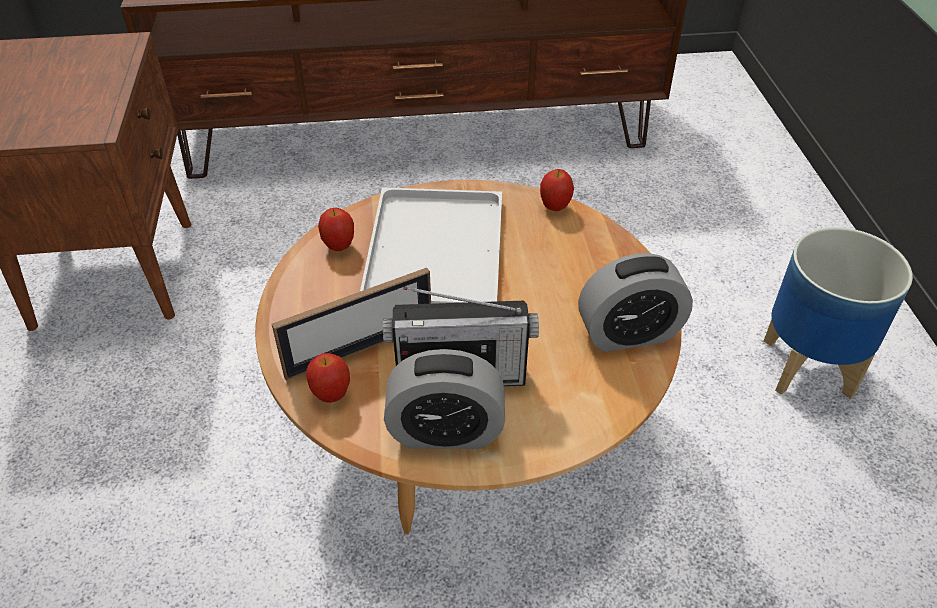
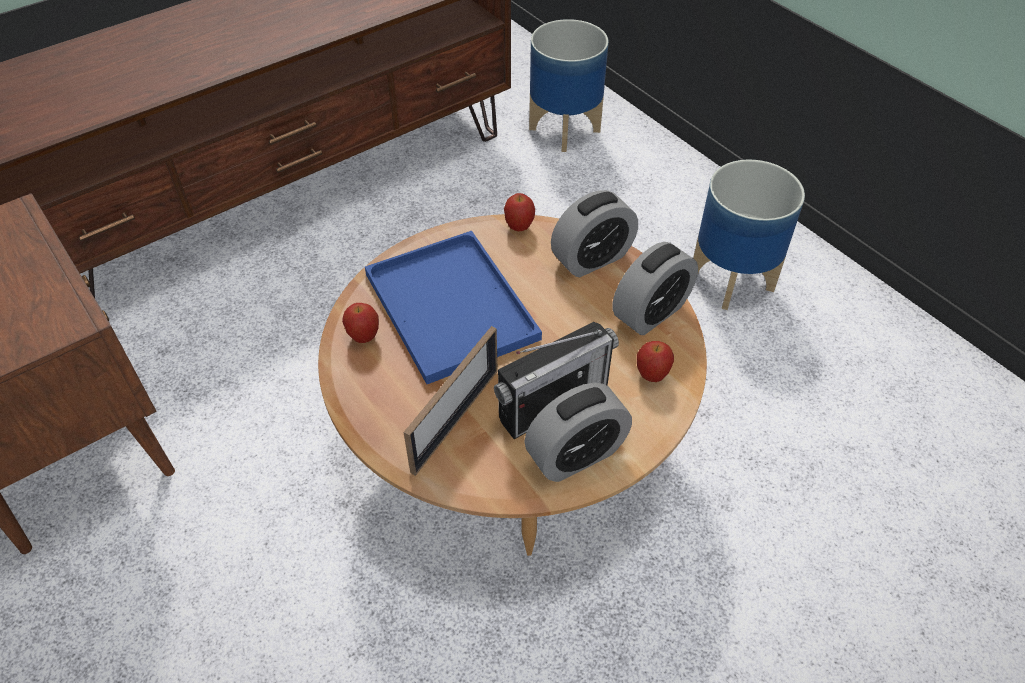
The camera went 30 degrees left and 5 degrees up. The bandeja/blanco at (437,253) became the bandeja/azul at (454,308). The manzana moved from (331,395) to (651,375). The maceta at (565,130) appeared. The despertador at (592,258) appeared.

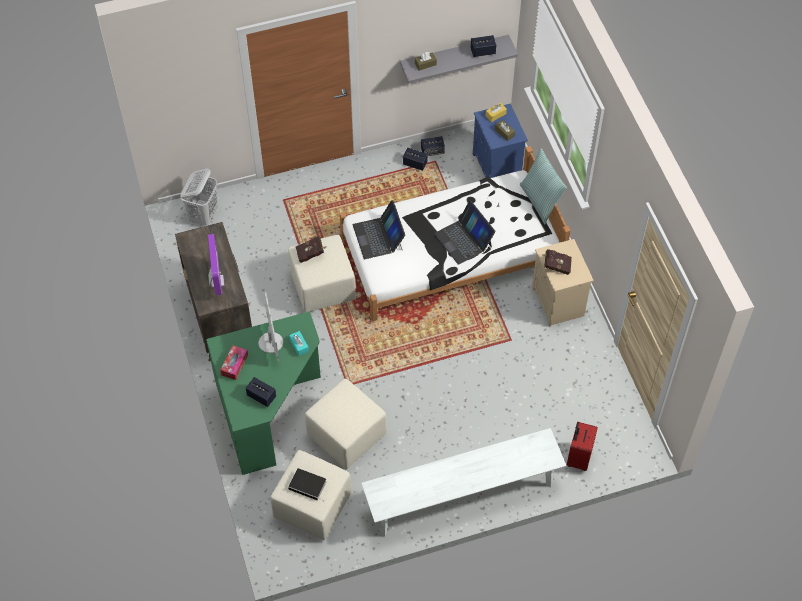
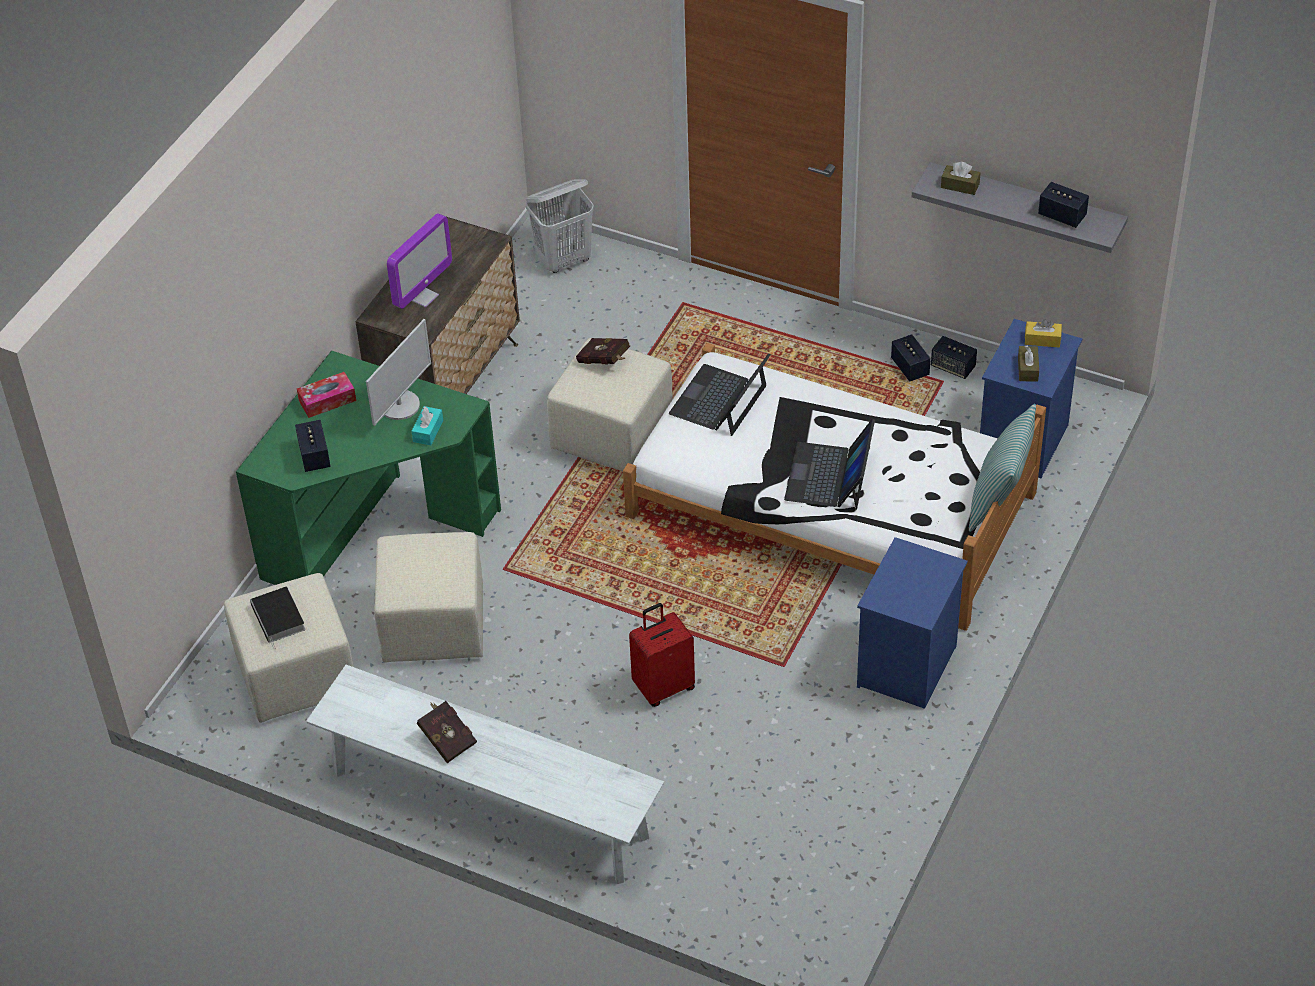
The camera went 45 degrees right and 10 degrees down. The mesita de noche/beis at (559,303) became the mesita de noche/azul at (908,667). The libro/rojo moved from (556,265) to (447,739). The maleta/rojo moved from (578,457) to (663,686).

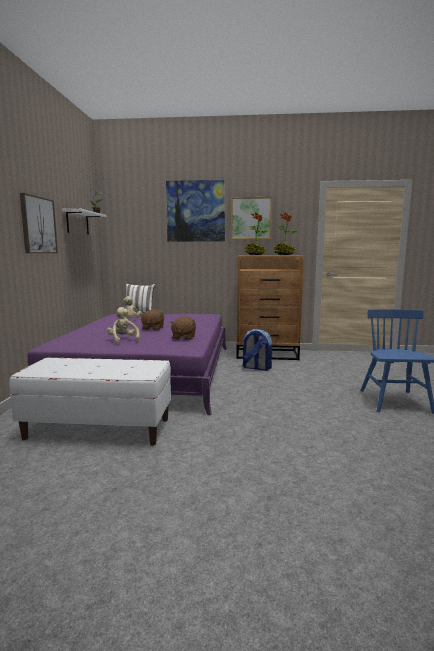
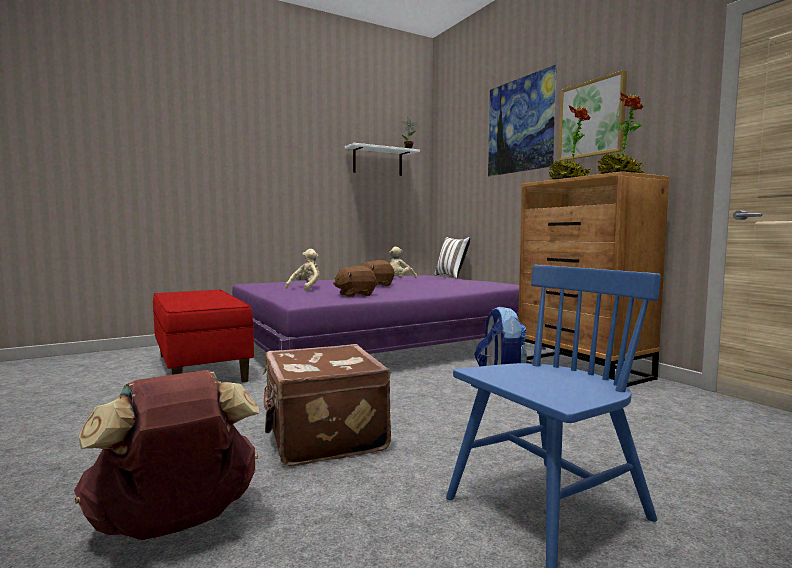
The camera went 55 degrees right and 5 degrees down. The cuadro at (38,225) disappeared. The banco/blanco at (99,428) became the banco/rojo at (201,367). The maleta/marrón at (322,437) appeared. The mochila/marrón at (176,524) appeared.

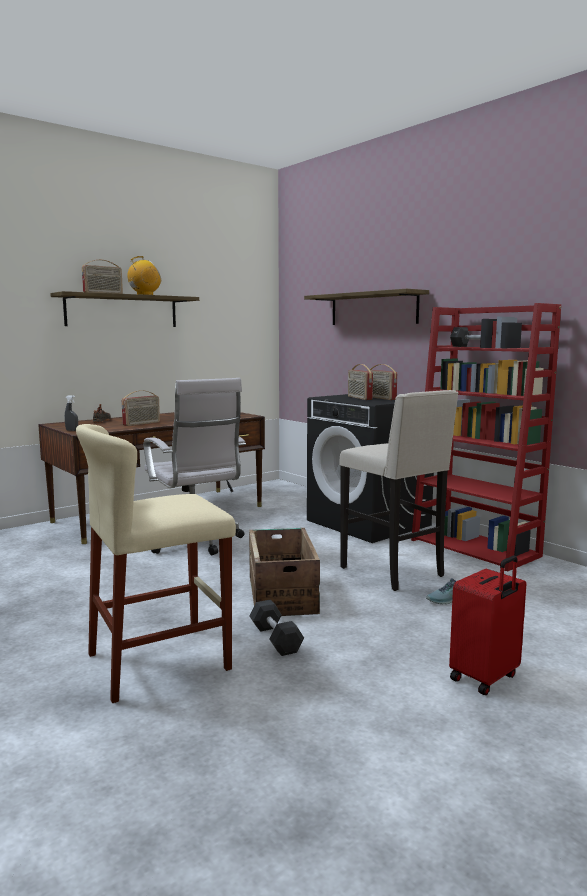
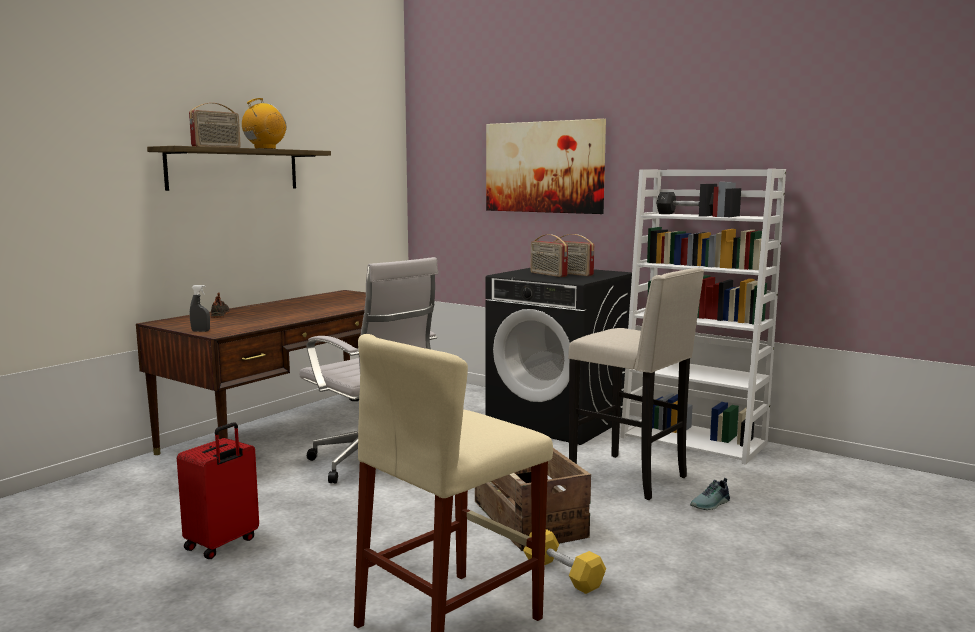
The camera went 15 degrees left and 0 degrees up. The estante at (373,309) was replaced by the cuadro at (544,167). The estantería/rojo at (476,548) became the estantería/blanco at (694,440). The radio at (142,424) disappeared. The maleta/rojo moved from (485,678) to (222,544). The mancuerna/negro at (275,639) became the mancuerna/amarillo at (563,574).

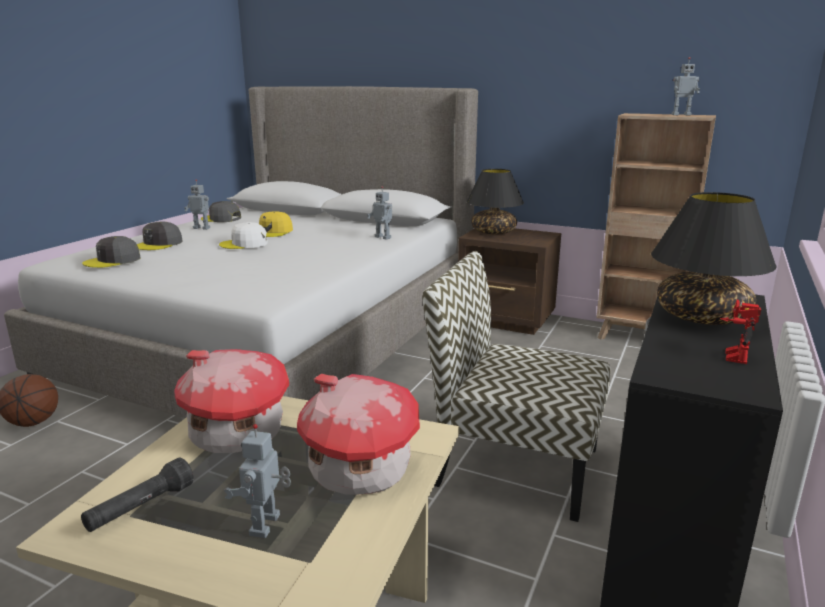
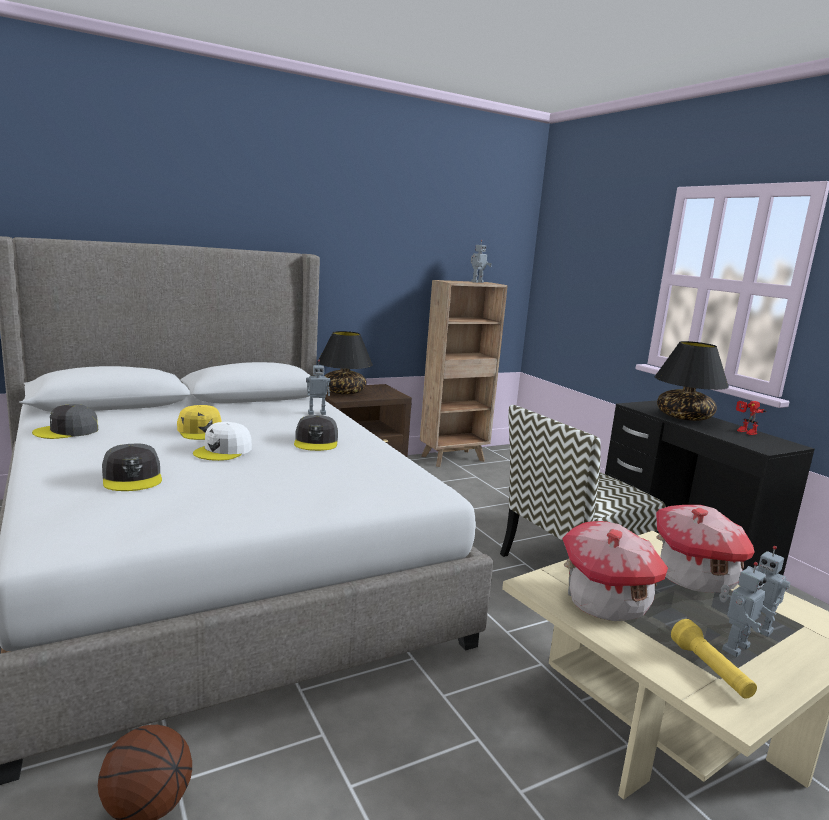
The camera went 55 degrees left and 5 degrees down. The robot de juguete moved from (202,228) to (734,647). The gorra/gris moved from (113,260) to (316,442). The linterna/negro at (140,508) became the linterna/amarillo at (710,670).

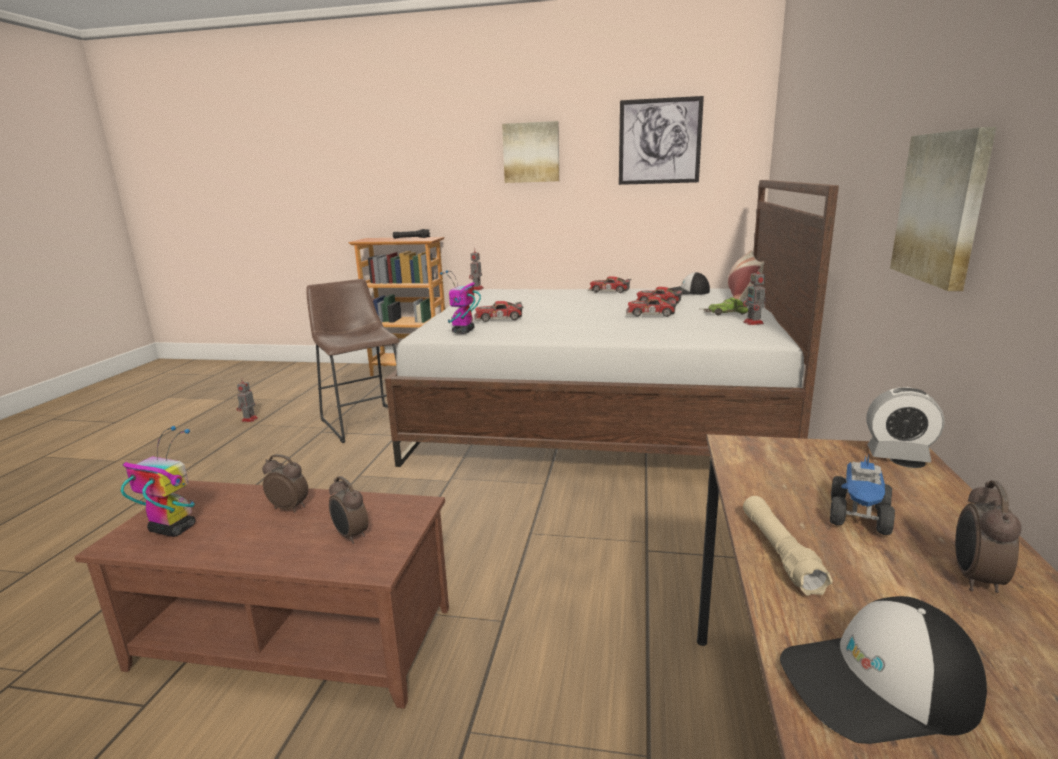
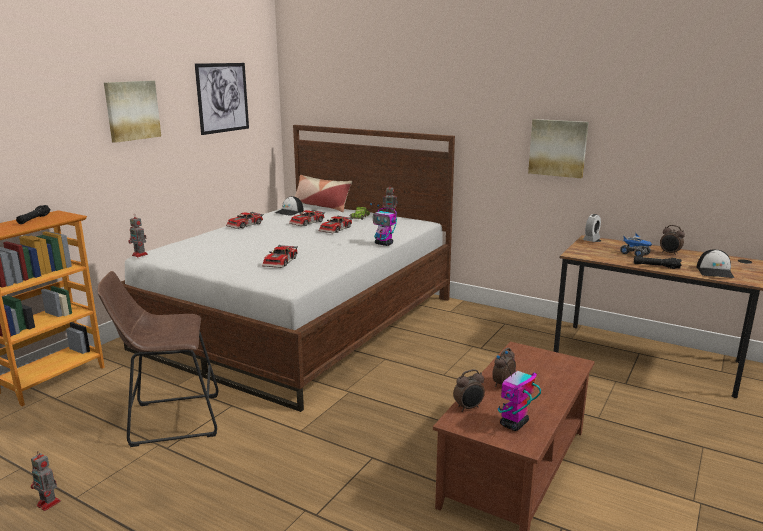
The camera went 70 degrees left and 0 degrees up. The robot de juguete moved from (463,331) to (384,244). The despertador moved from (350,536) to (468,408). The linterna/beis at (779,553) became the linterna/negro at (656,266).

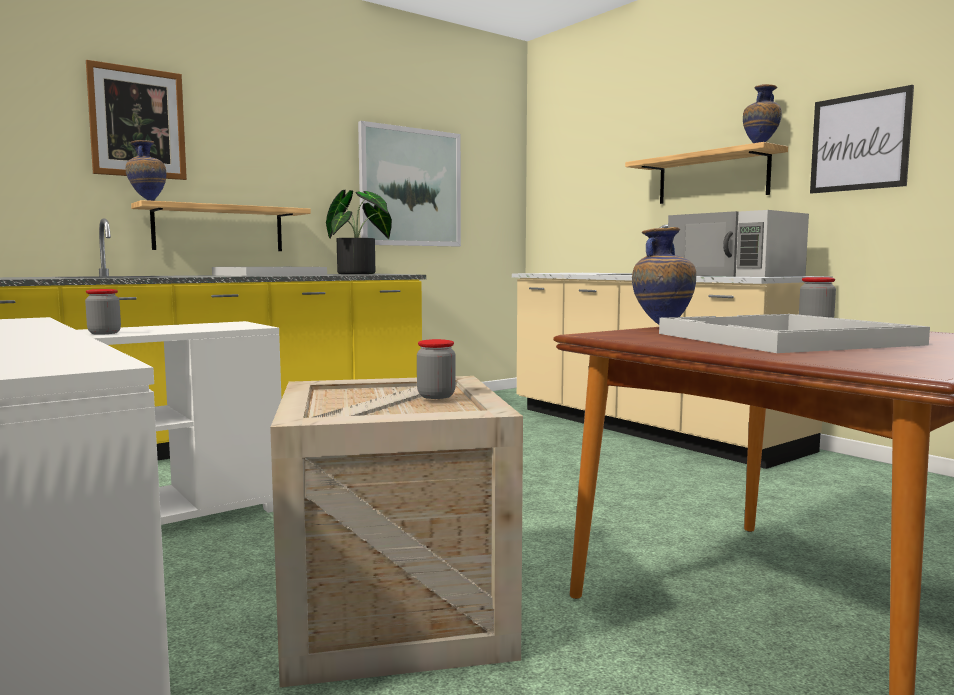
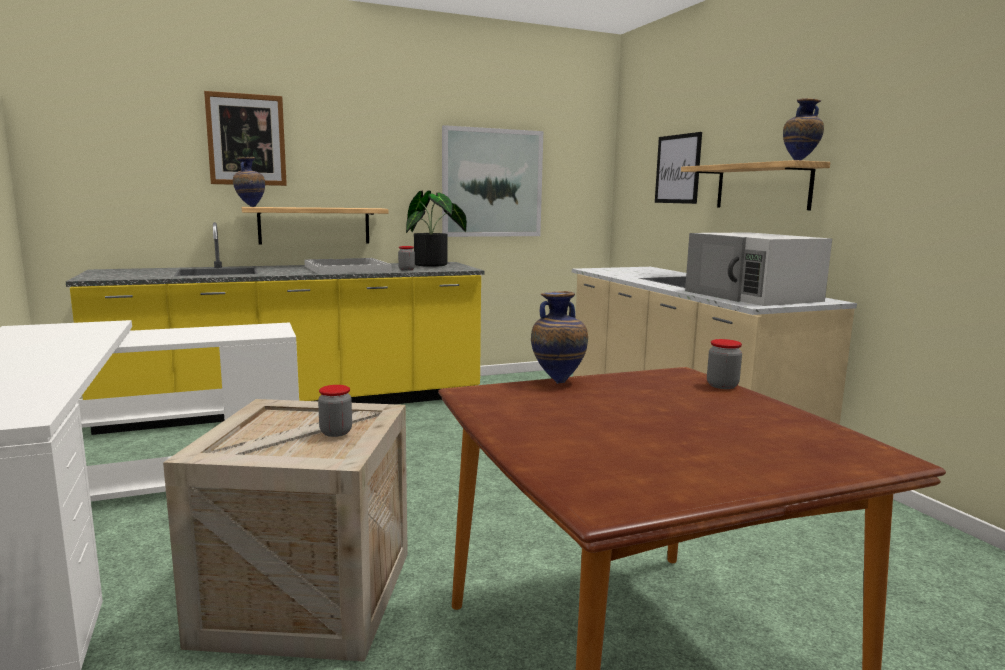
The camera went 15 degrees right and 5 degrees up. The cuadro moved from (859,142) to (677,169). The tarro moved from (104,333) to (406,269). The bandeja/blanco at (783,339) disappeared.

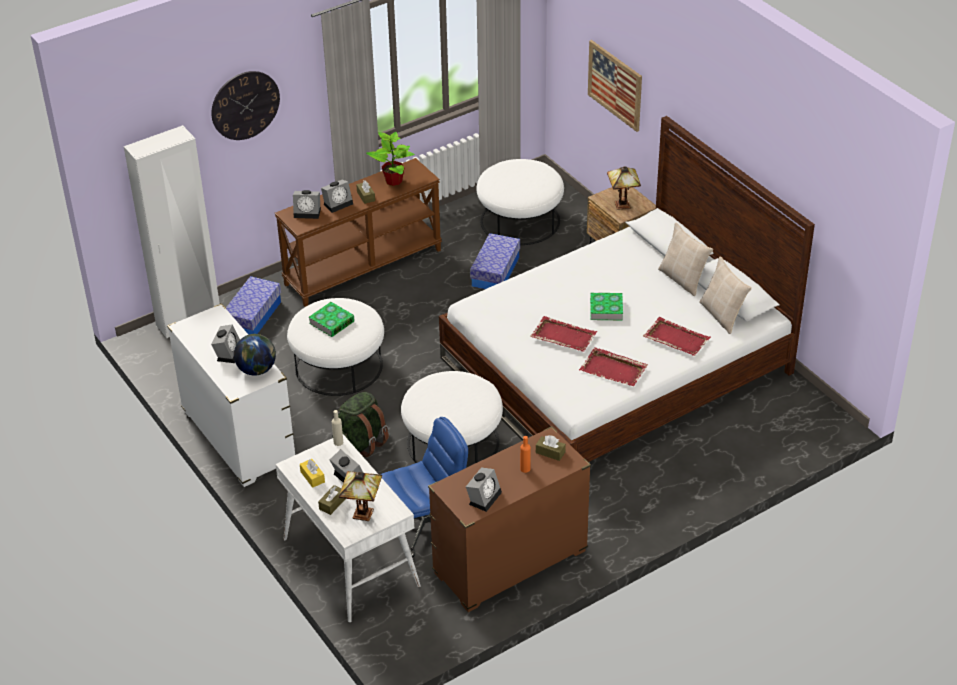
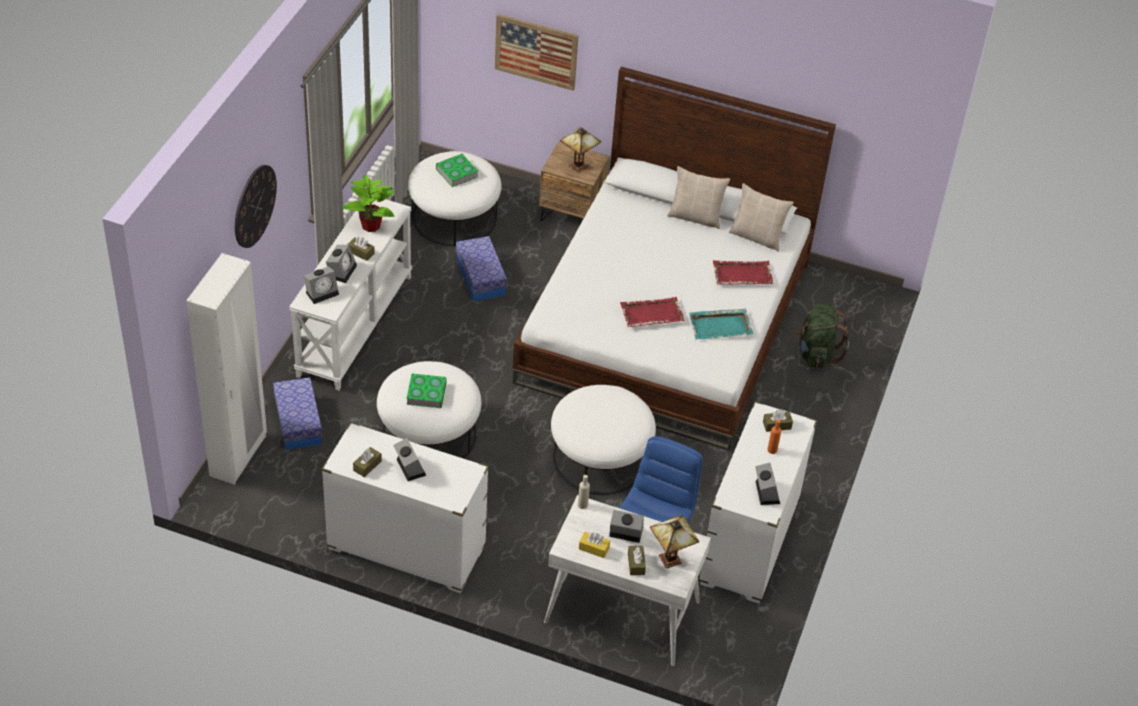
The camera went 40 degrees left and 5 degrees up. The mesa consola/marrón at (363,266) became the mesa consola/blanco at (354,325). The libro moved from (606,309) to (457,173). The globo terráqueo at (257,370) disappeared. The bandeja/rojo at (614,369) became the bandeja/turquesa at (721,326). The mochila/verde moved from (360,443) to (816,354). The cómoda/marrón at (510,563) became the cómoda/blanco at (749,542). The caja de pañuelos/marrón at (367,466) appeared.

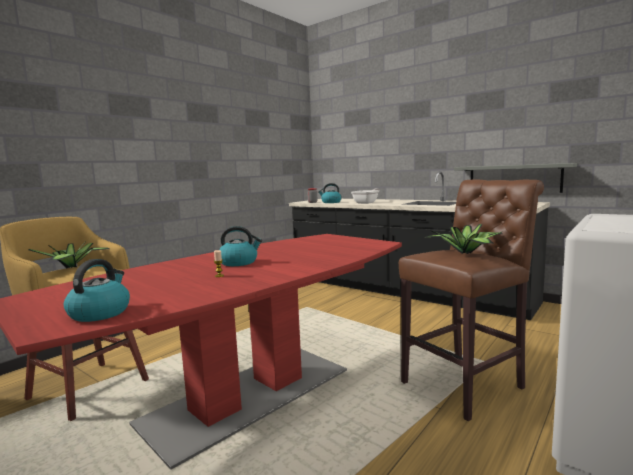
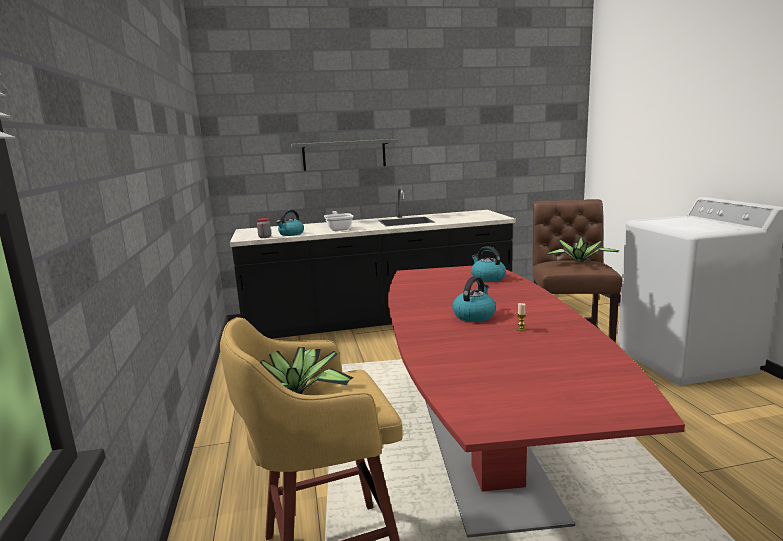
The camera went 50 degrees left and 5 degrees up. The estante/gris moved from (514,178) to (344,155). The hervidor moved from (100,313) to (487,278).

